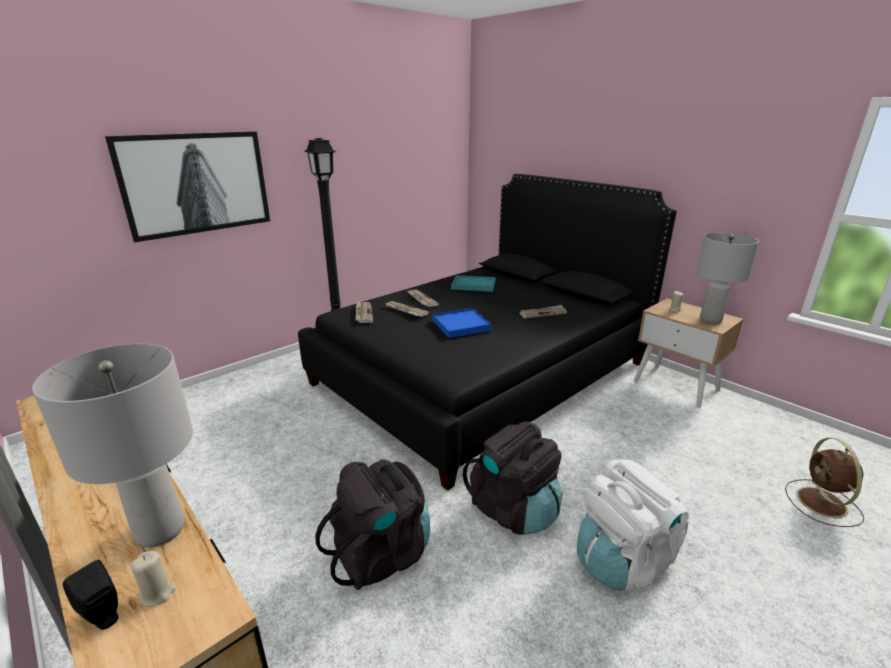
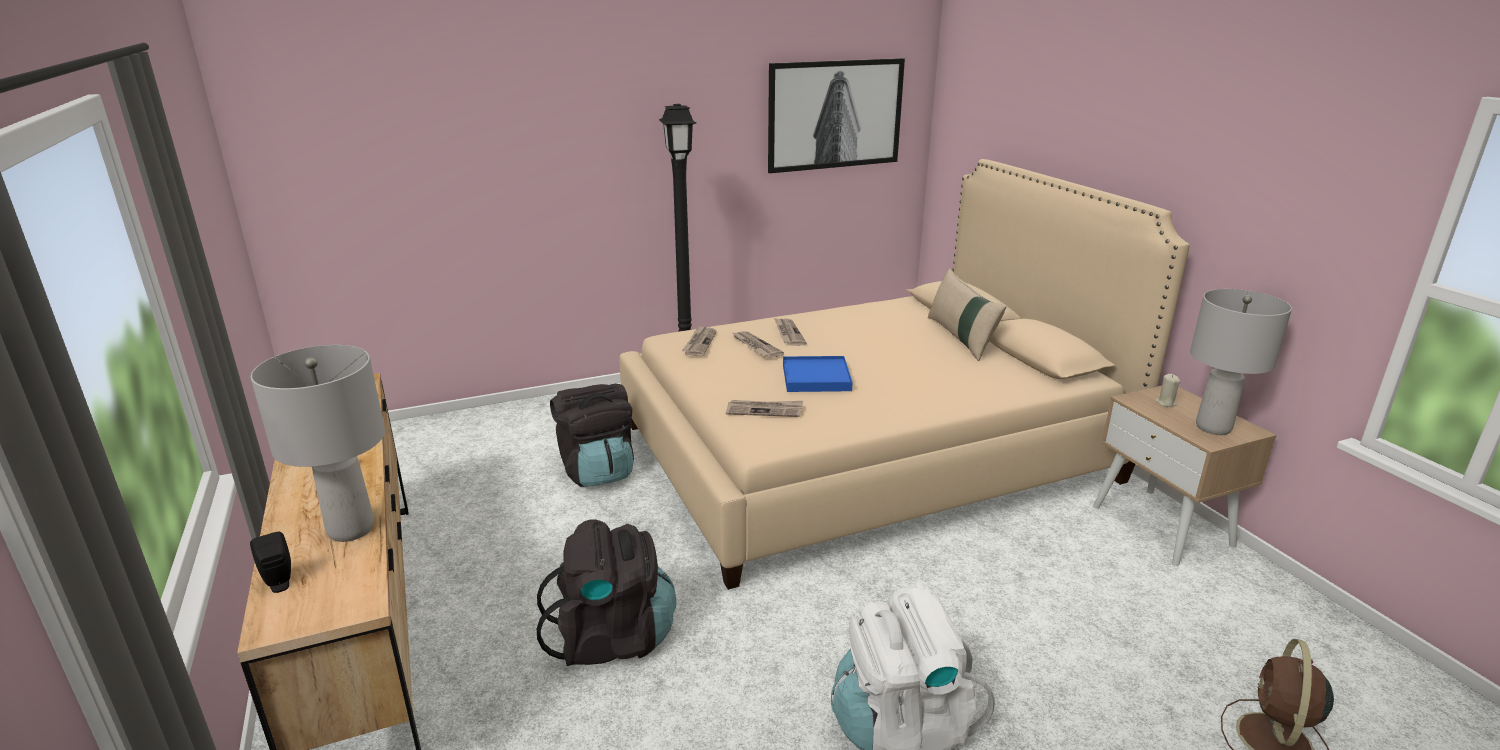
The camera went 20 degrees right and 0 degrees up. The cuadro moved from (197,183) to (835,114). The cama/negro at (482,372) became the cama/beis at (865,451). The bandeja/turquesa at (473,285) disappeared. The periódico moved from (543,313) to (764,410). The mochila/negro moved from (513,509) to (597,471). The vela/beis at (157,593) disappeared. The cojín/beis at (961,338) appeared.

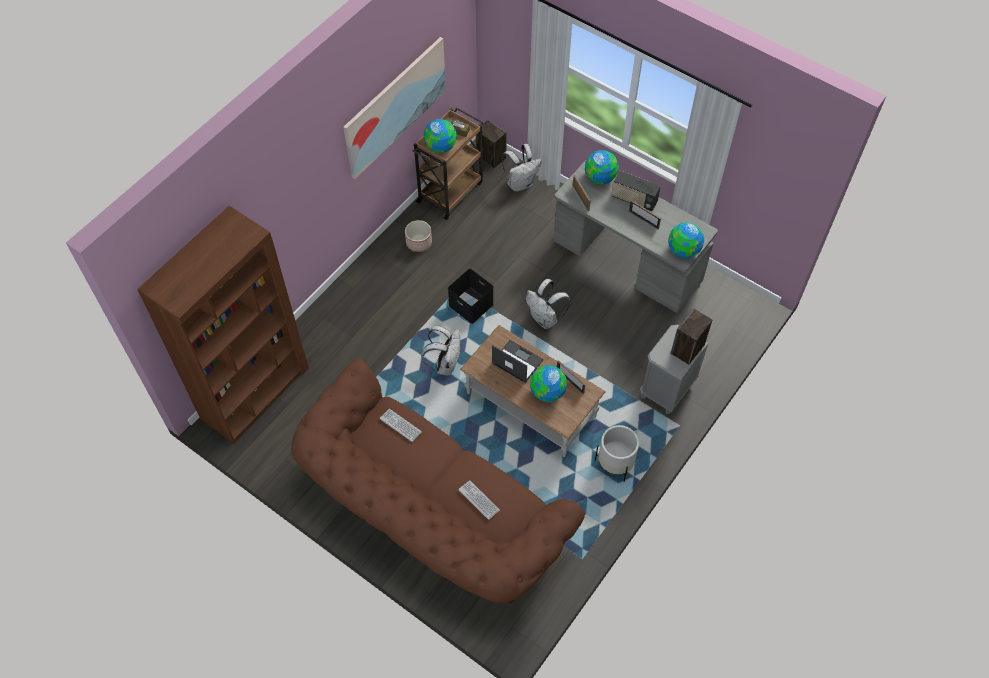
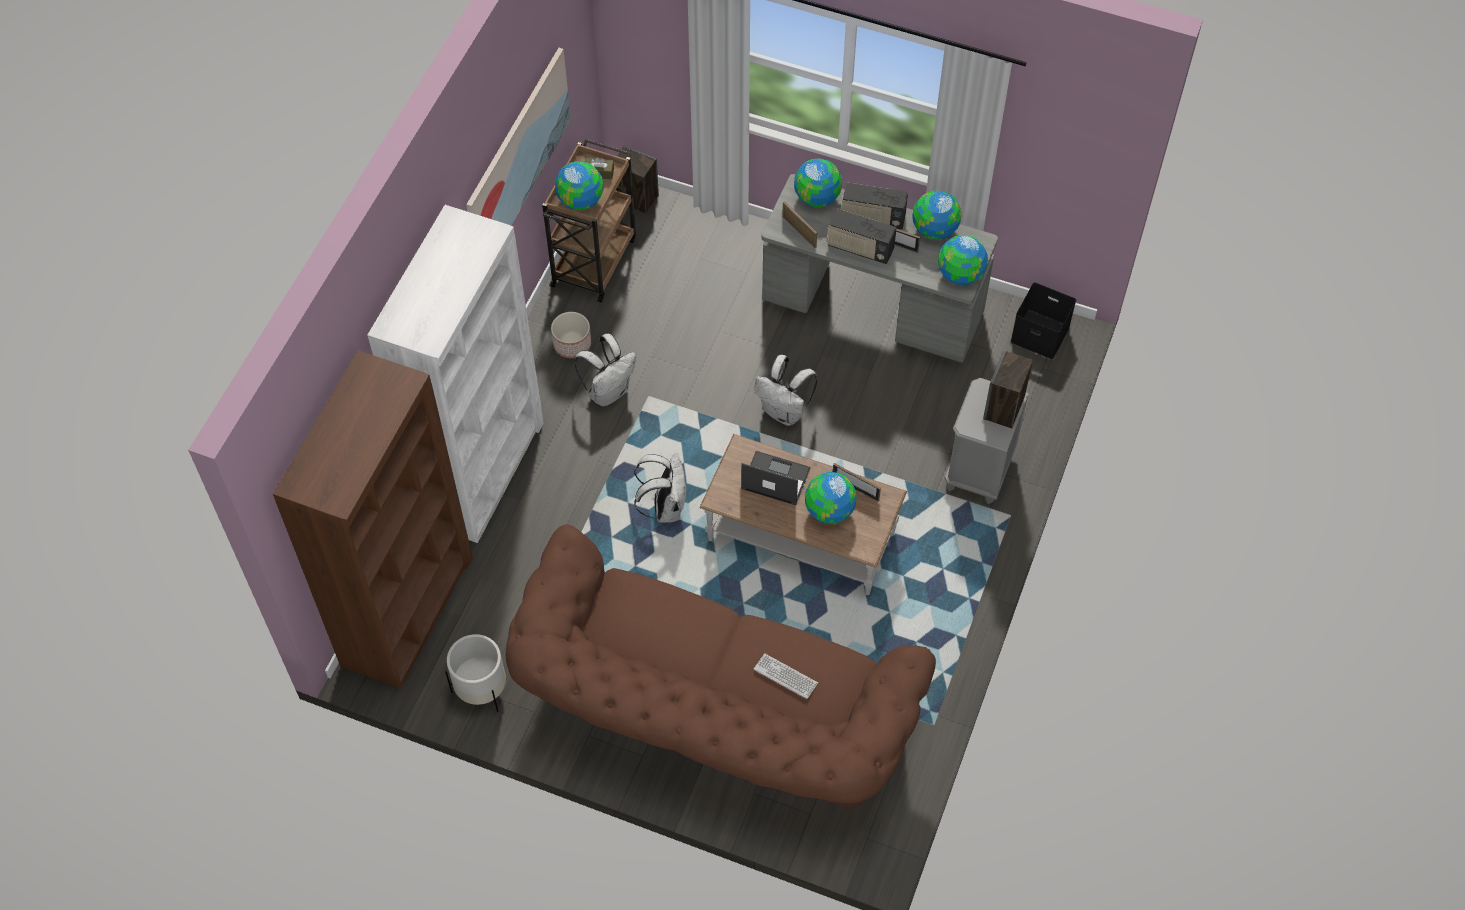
The camera went 15 degrees left and 0 degrees up. The mochila/blanco moved from (520,183) to (609,391). The caja de almacenaje/negro moved from (472,305) to (1041,333). The teclado at (400,425) disappeared. The maceta/blanco moved from (615,463) to (481,689). The globo terráqueo at (934,230) appeared. The estantería/blanco at (482,471) appeared. The radio at (860,248) appeared.

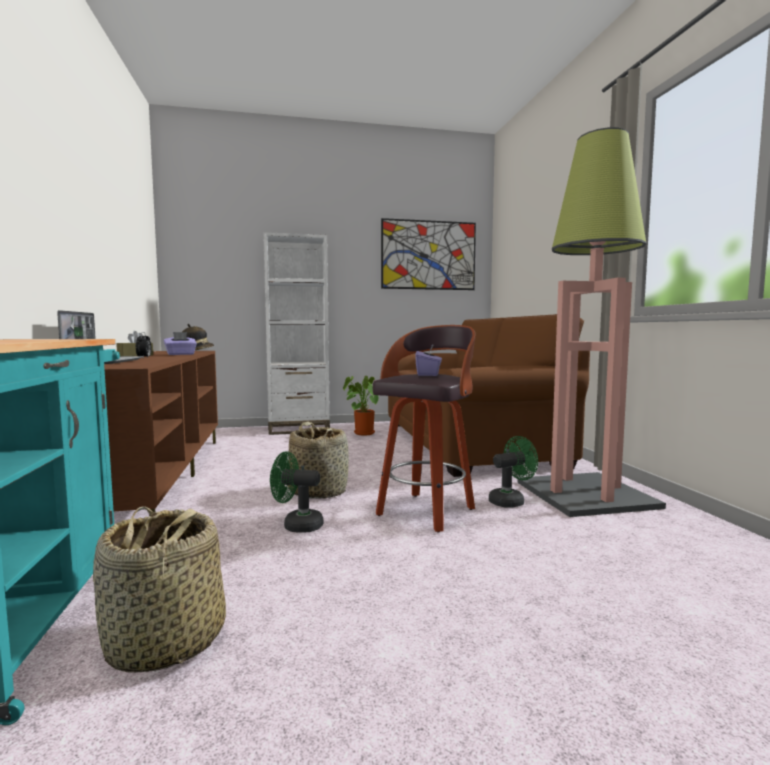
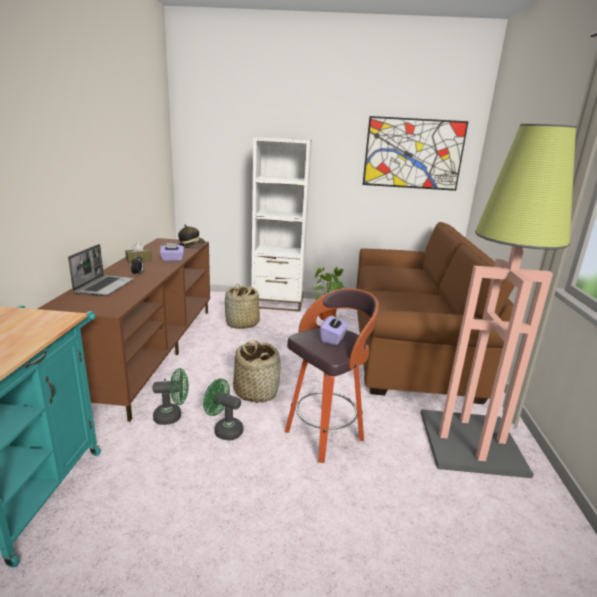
The camera went 15 degrees right and 15 degrees up. The ventilador/verde moved from (510,501) to (172,416). The cesta moved from (165,642) to (242,324).

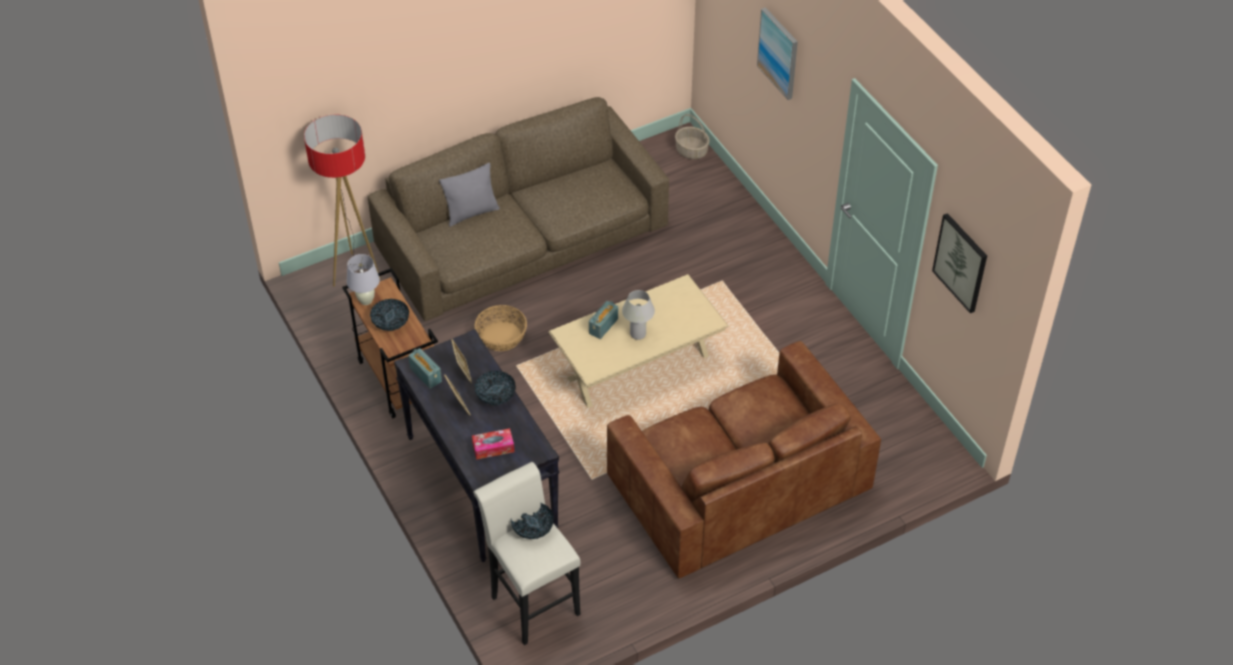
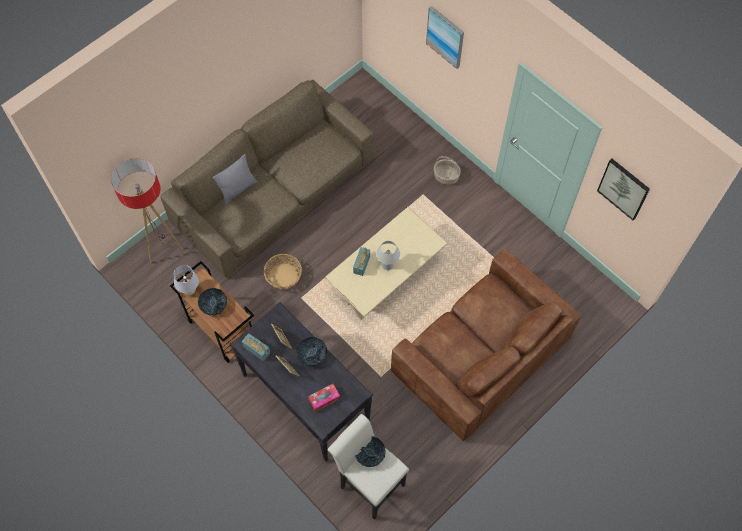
The camera went 15 degrees left and 15 degrees up. The cesta moved from (692,151) to (446,176).

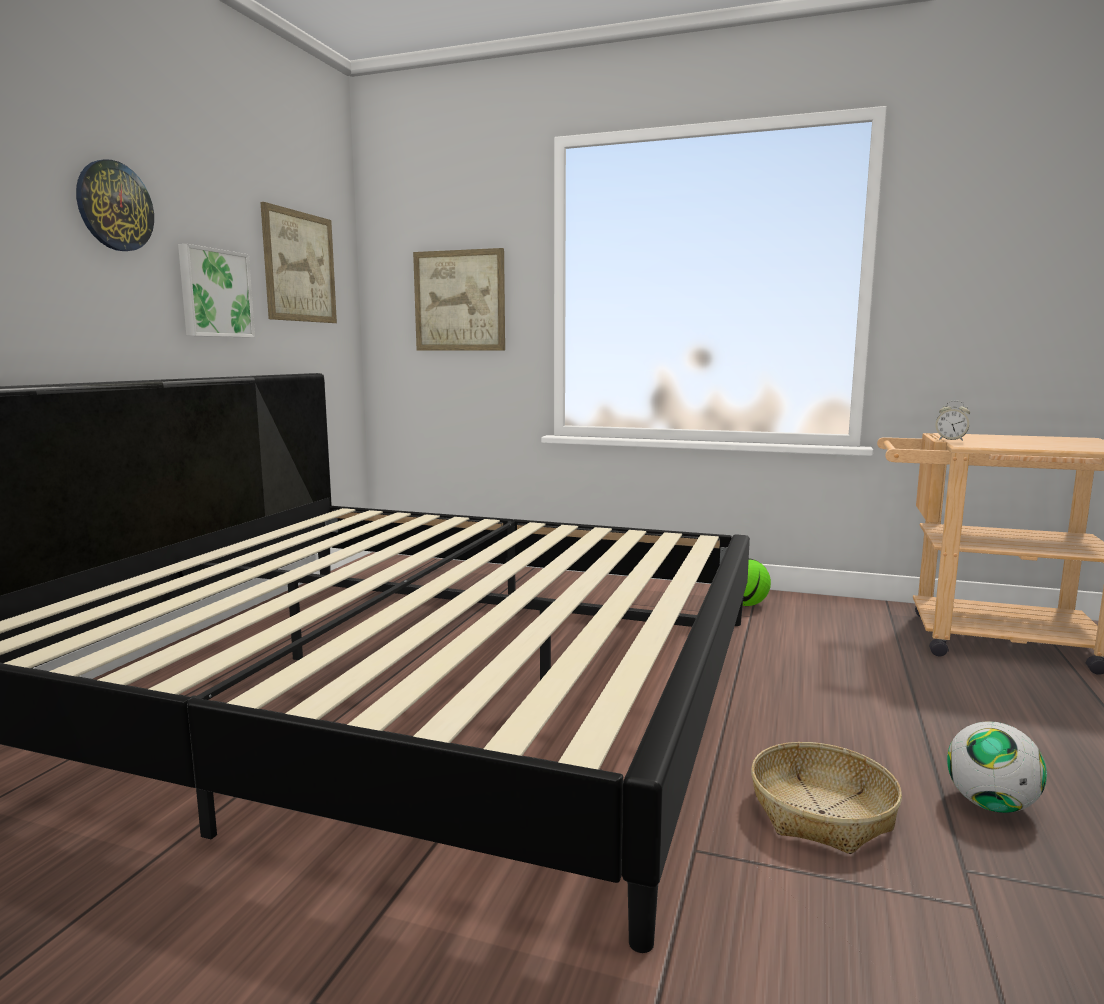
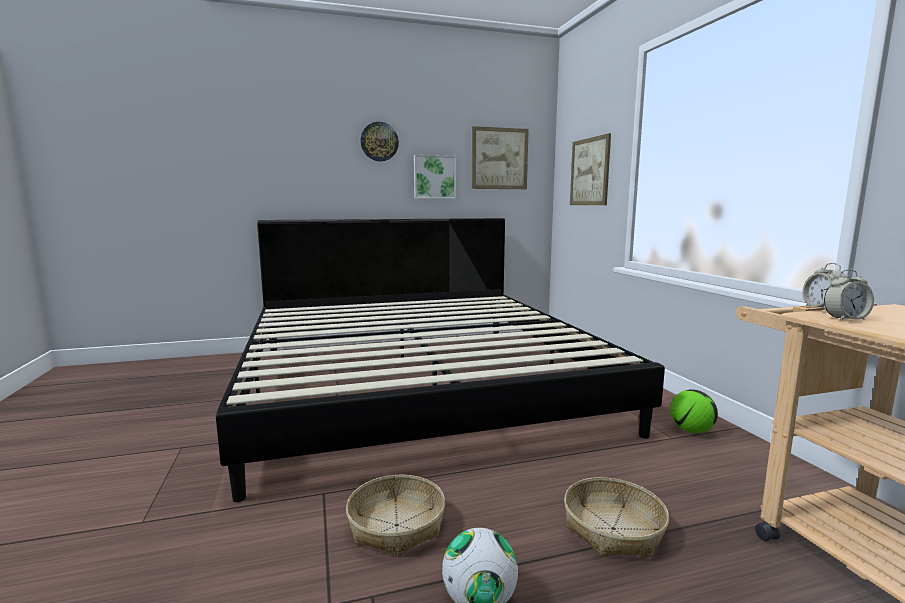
The camera went 55 degrees right and 0 degrees up. The despertador at (845,319) appeared. The cesta at (613,528) appeared.

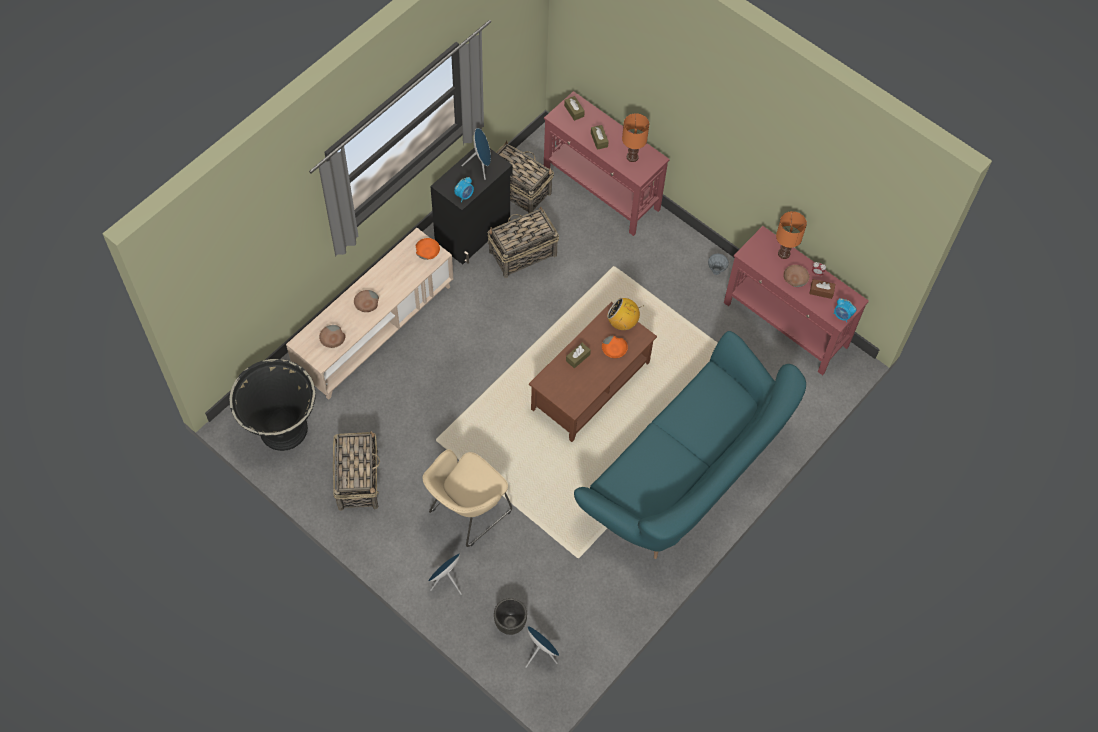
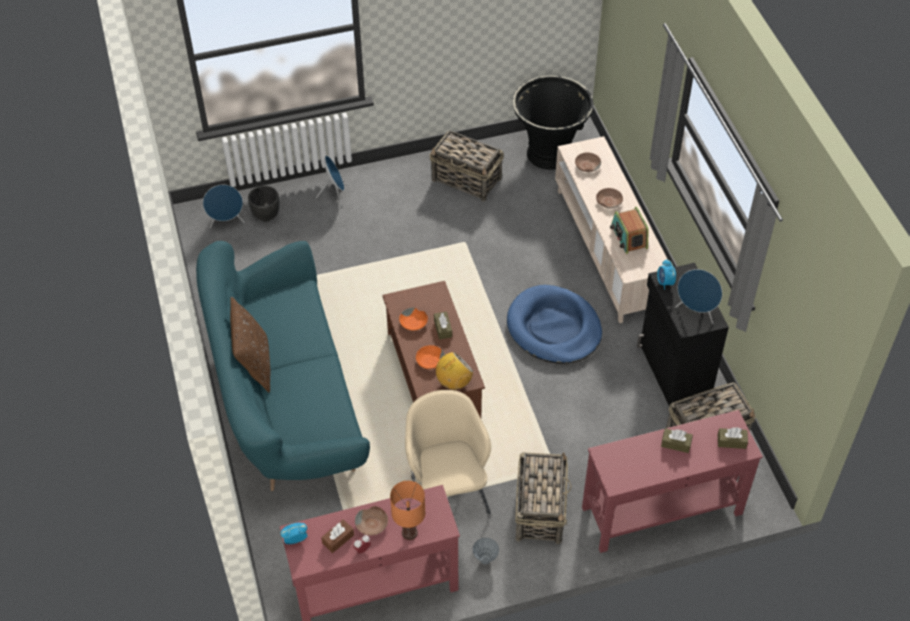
The camera went 125 degrees right and 10 degrees down. The lámpara de mesa/naranja at (631,157) disappeared. The cesta moved from (522,253) to (540,509). The cuenco/naranja moved from (427,251) to (414,323). The sillón/beis moved from (466,512) to (448,490). The radio at (628,237) appeared. The cama para perro/azul at (554,328) appeared. The cojín/marrón at (254,365) appeared.

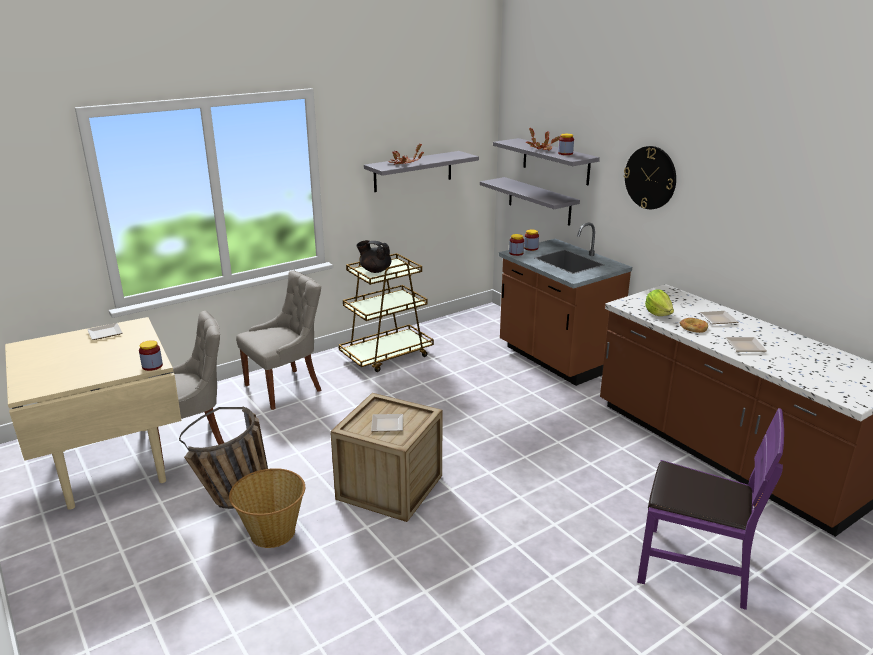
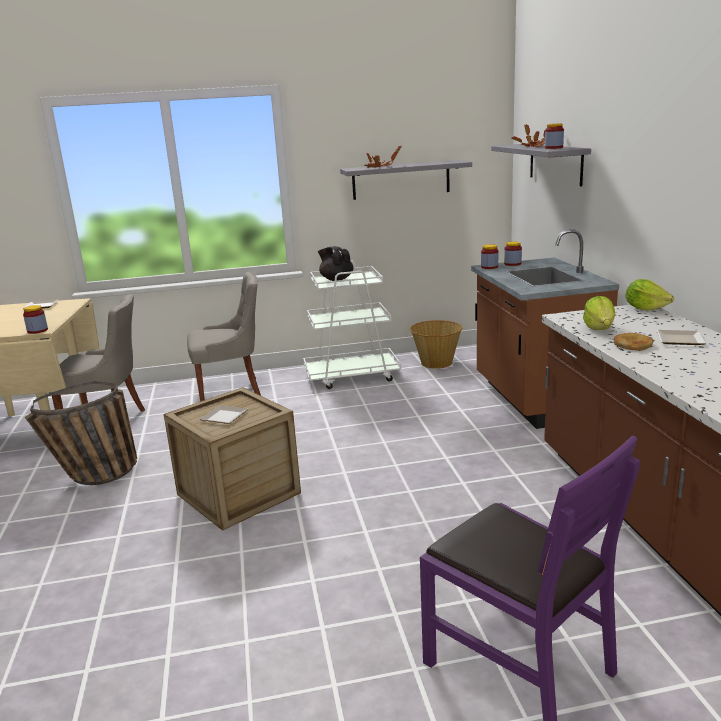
The camera went 25 degrees right and 5 degrees down. The reloj de pared at (650,177) disappeared. The estante/gris at (539,201) disappeared. The carrito/marrón at (387,355) became the carrito/blanco at (352,376). The plato at (744,347) disappeared. The cesta moved from (272,532) to (436,362). The lechuga at (645,308) appeared.

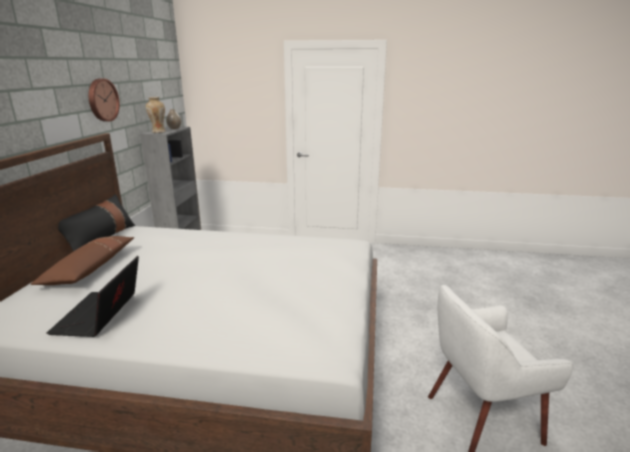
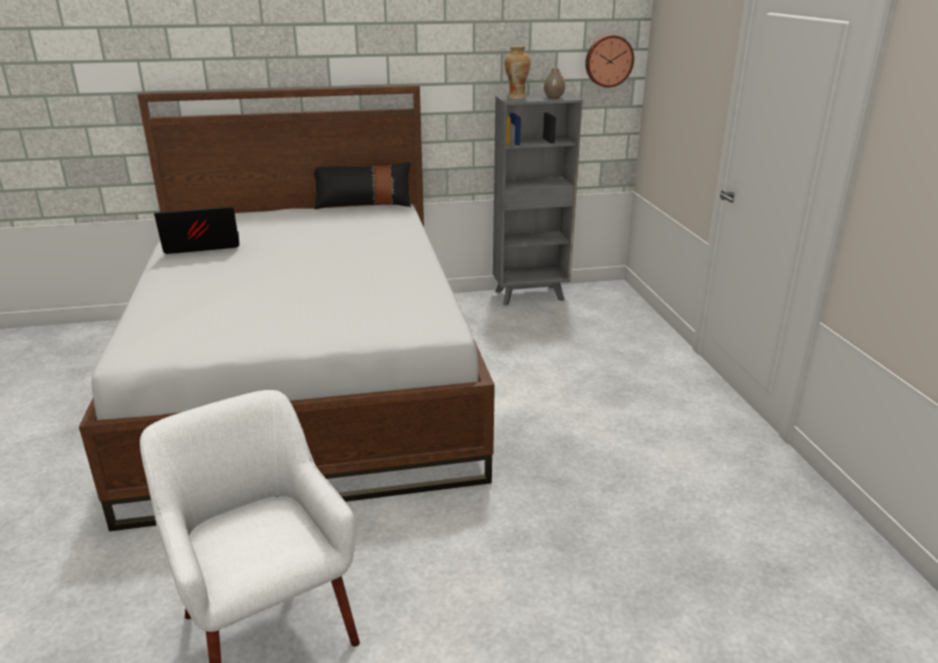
The camera went 70 degrees right and 5 degrees up. The reloj de pared moved from (102,100) to (608,61). The cojín/marrón at (90,269) disappeared.

